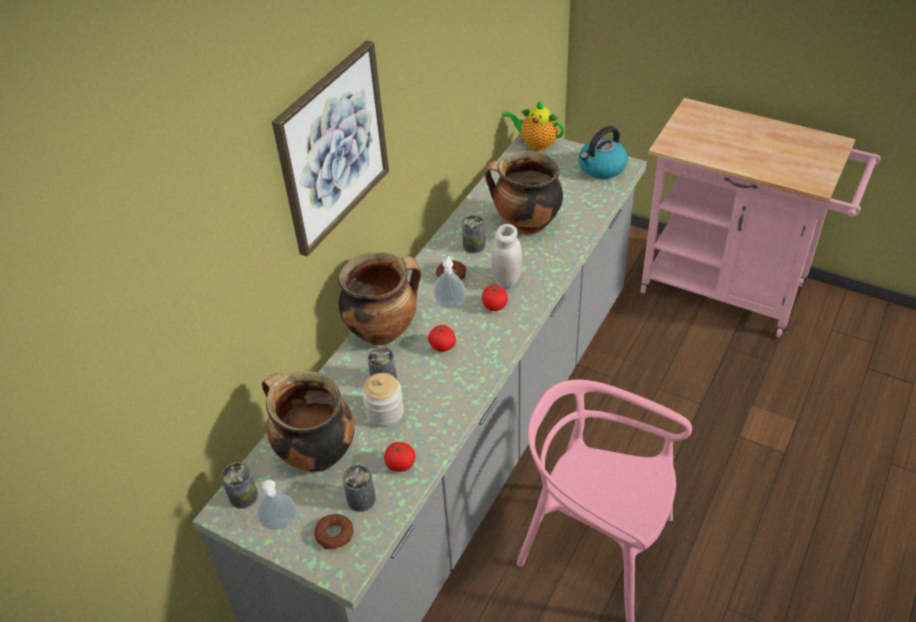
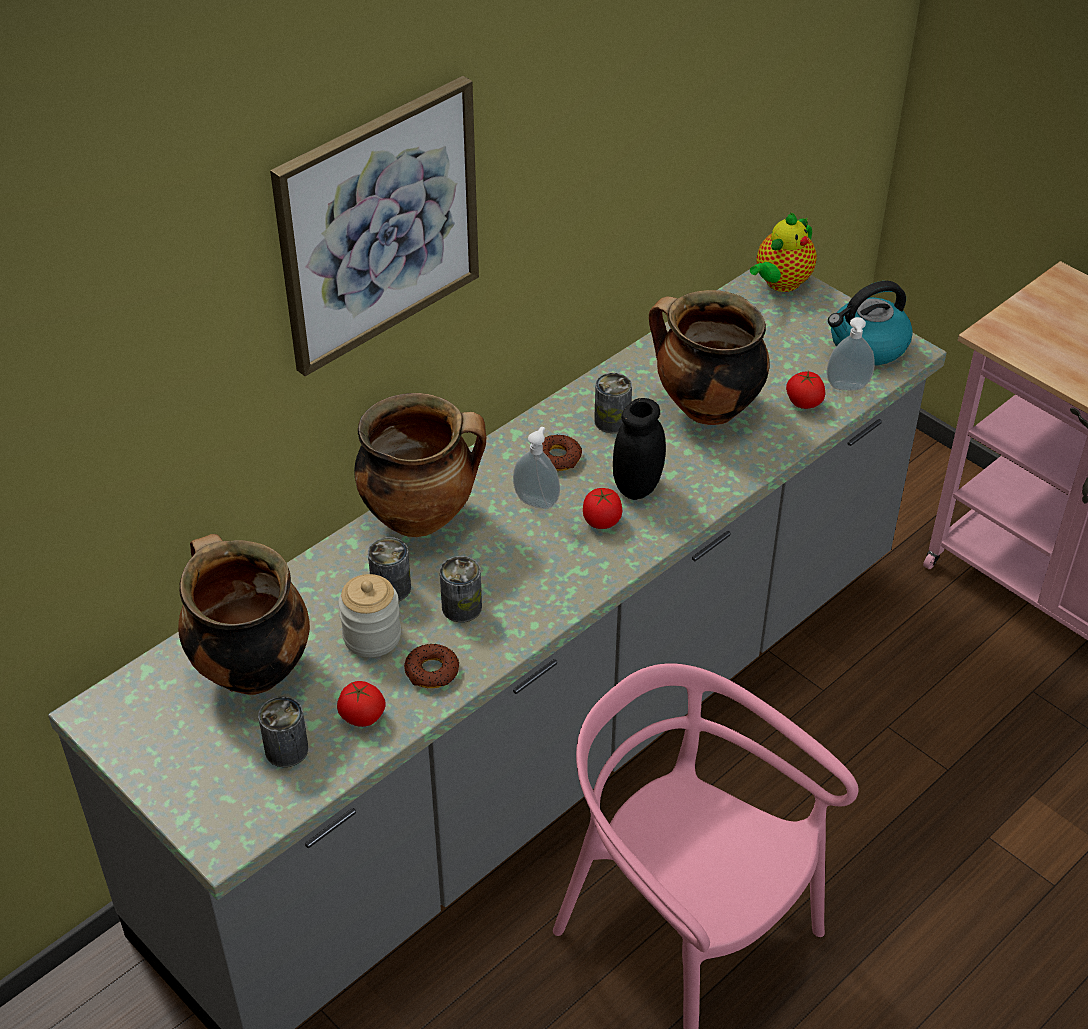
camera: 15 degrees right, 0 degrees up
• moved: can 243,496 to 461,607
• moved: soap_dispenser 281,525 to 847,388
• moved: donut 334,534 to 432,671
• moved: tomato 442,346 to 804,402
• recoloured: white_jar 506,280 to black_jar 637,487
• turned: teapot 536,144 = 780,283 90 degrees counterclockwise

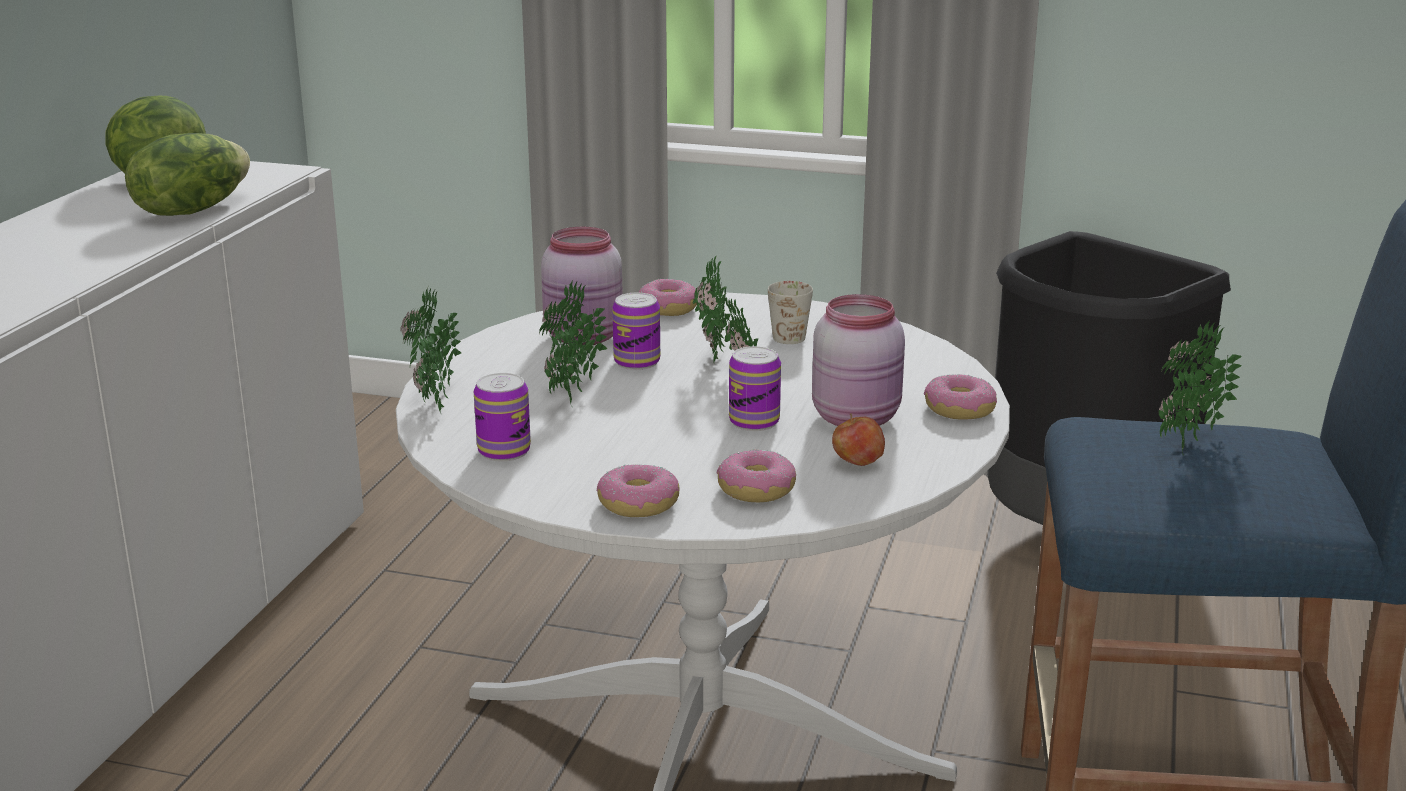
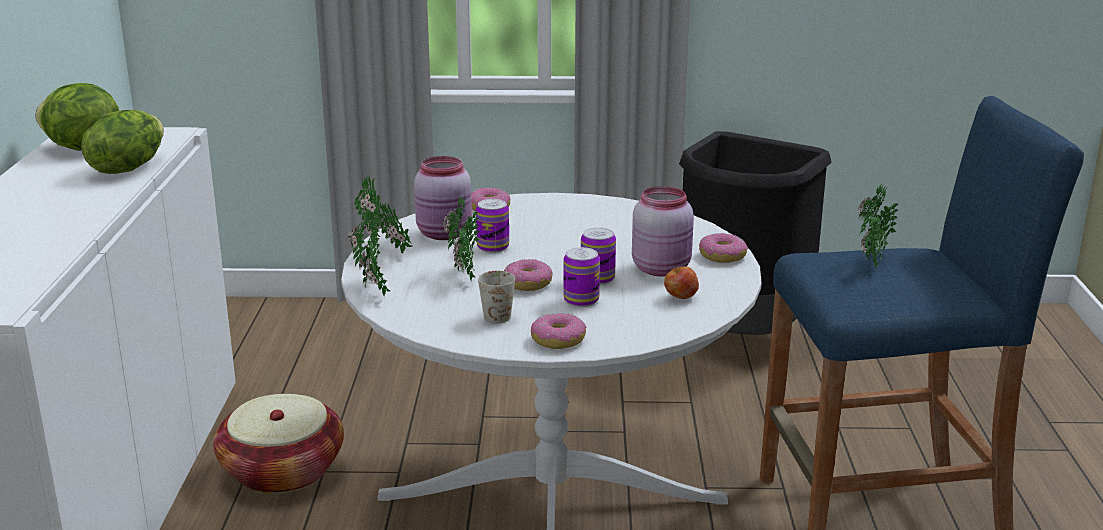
camera: 15 degrees left, 0 degrees up
• moved: can 504,451 to 581,300
• moved: potted_plant 726,369 to 384,252
• moved: donut 756,490 to 528,284
• moved: white_mug 792,334 to 498,314
• added: basket 282,471

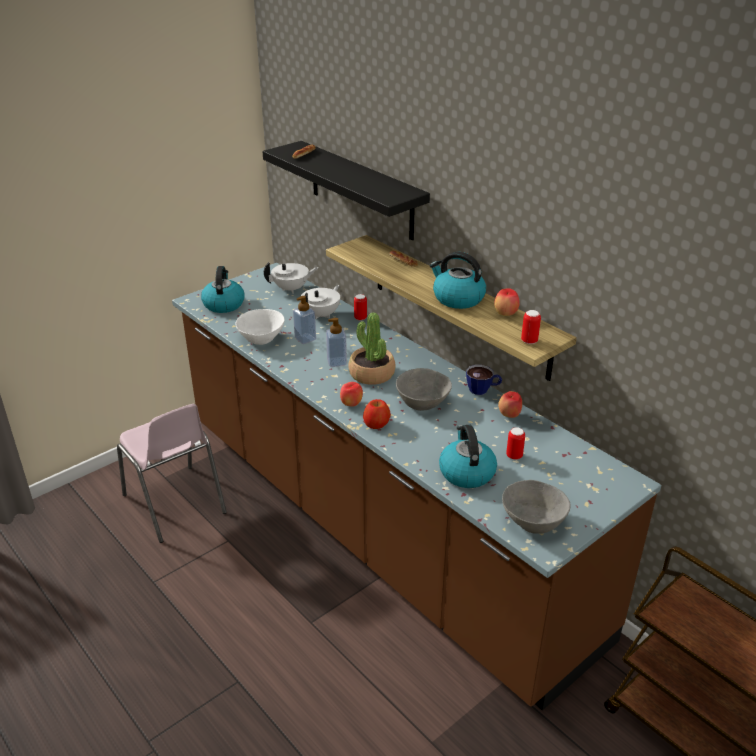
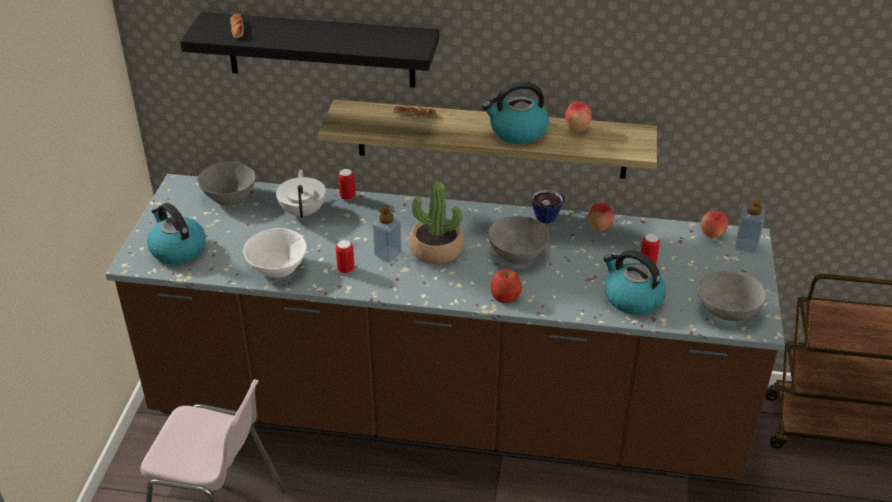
camera: 40 degrees left, 5 degrees up
• replaced: white_teapot 291,289 to grey_bowl 230,197
• moved: soap_dispenser 305,339 to 746,246
• moved: apple 351,404 to 711,235
• moved: can 529,341 to 346,269

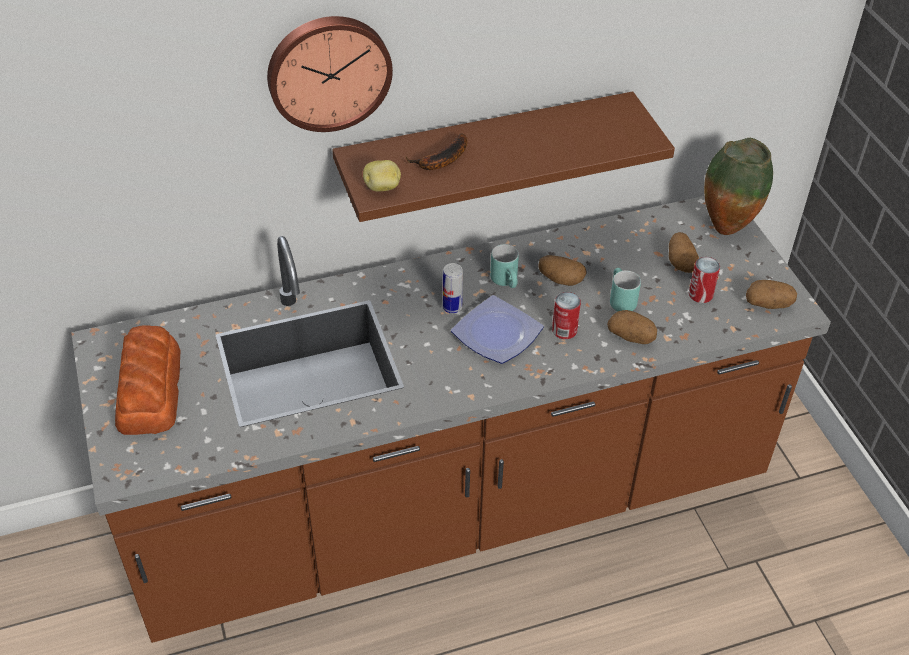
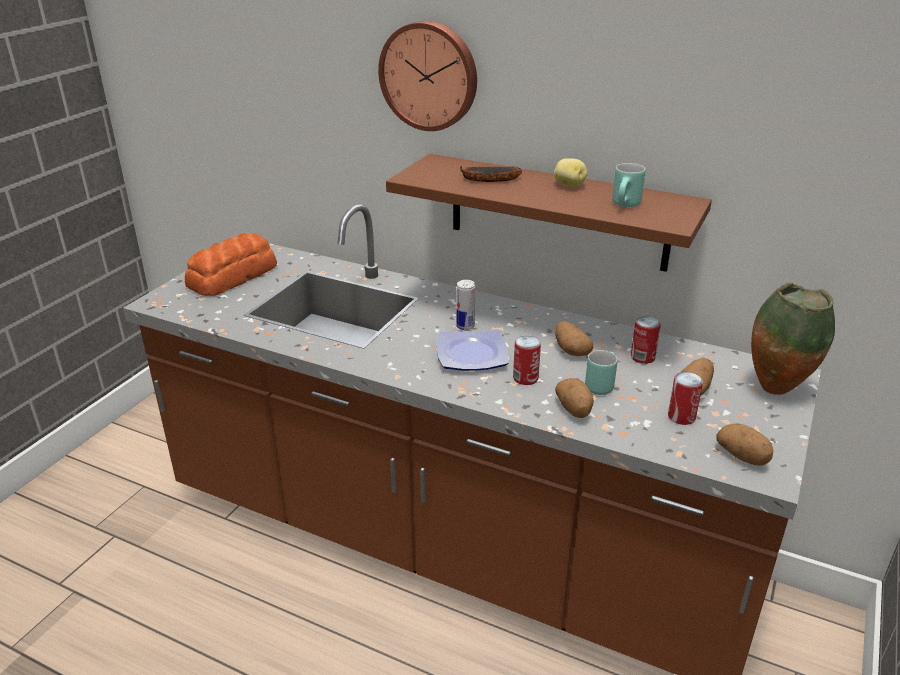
camera: 45 degrees right, 15 degrees down
• moved: potato 383,187 to 569,186
• moved: turquoise_mug 507,282 to 626,206
• added: can 642,357

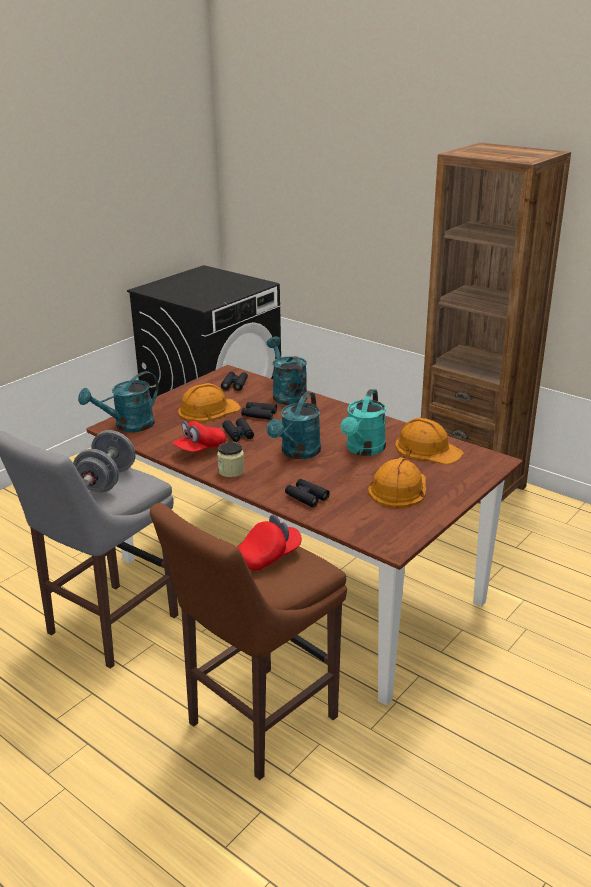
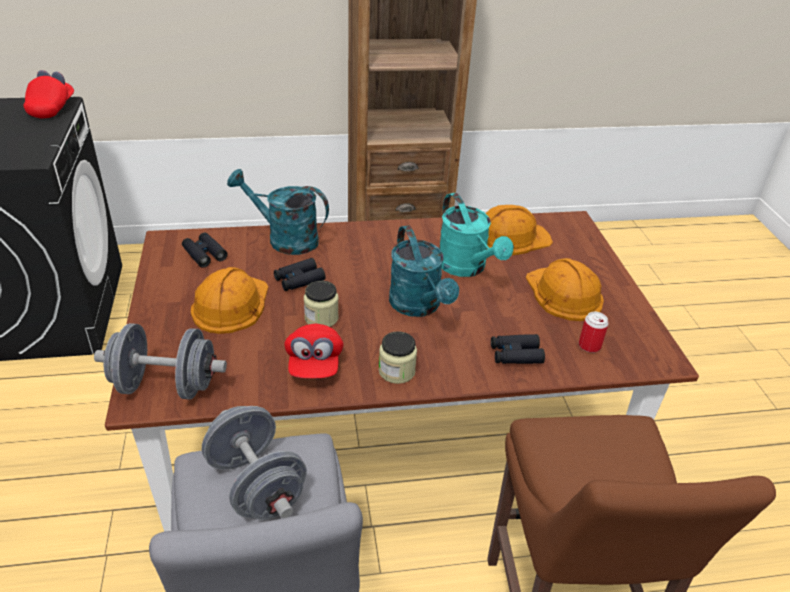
camera: 50 degrees left, 10 degrees up
• replaced: turquoise_watering_can 128,426 to grey_dumbbell 166,386
• replaced: black_binoculars 238,434 to jar 321,318
• moved: red_cap 269,556 to 52,108
• added: can 589,346

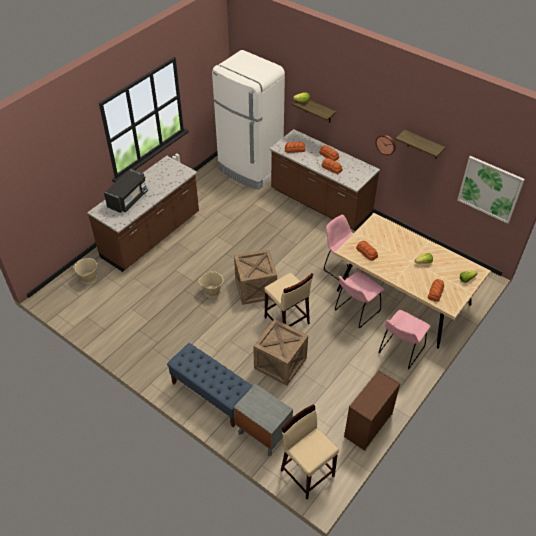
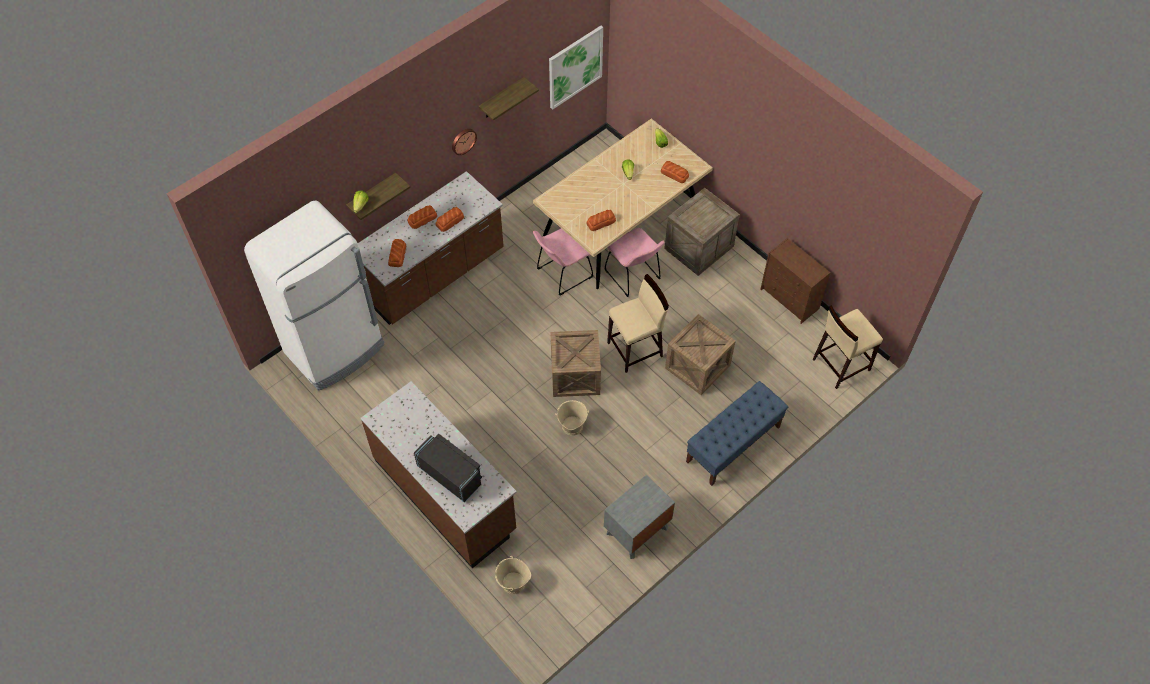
camera: 80 degrees left, 10 degrees up
• moved: grey_nightstand 263,433 to 637,531
• replaced: pink_chair 400,352 to crate 698,248

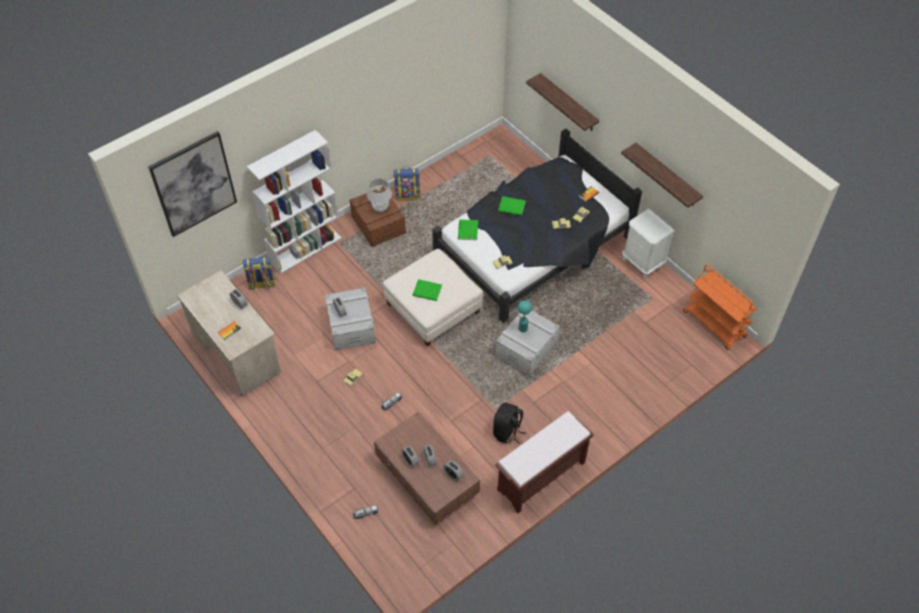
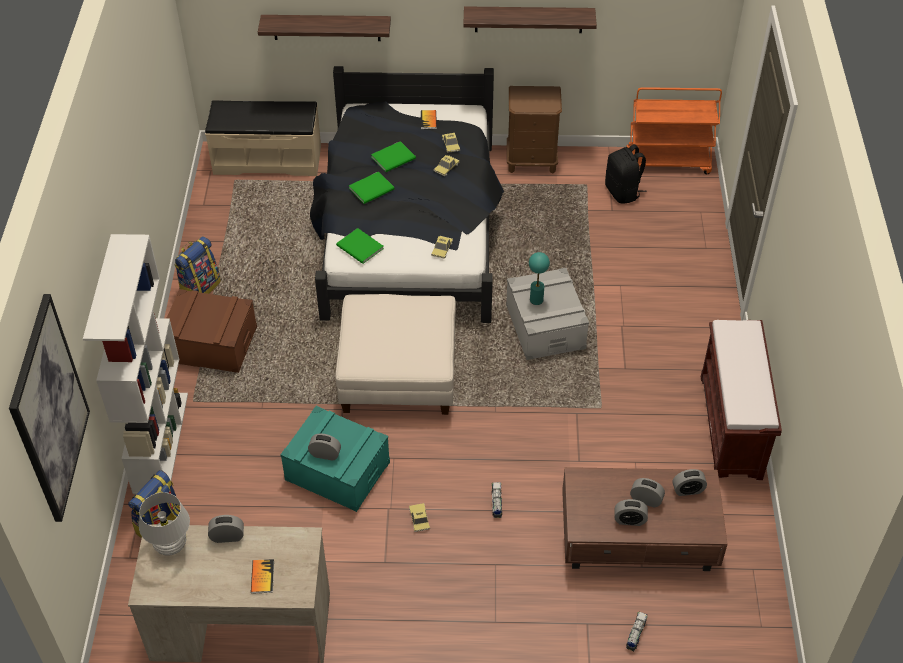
camera: 50 degrees left, 5 degrees down
• recoloured: grey_storage_box 351,326 to turquoise_storage_box 337,471
• moved: white_table_lamp 380,208 to 171,546
• moved: green_book 428,291 to 395,158
• moved: black_backpack 507,432 to 623,192
• recoloured: white_nightstand 642,262 to brown_nightstand 531,161
• added: beige_bench 267,159

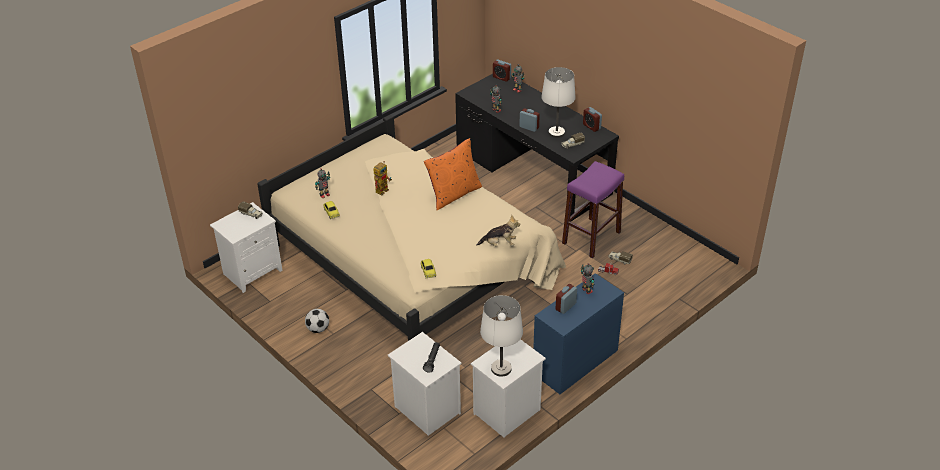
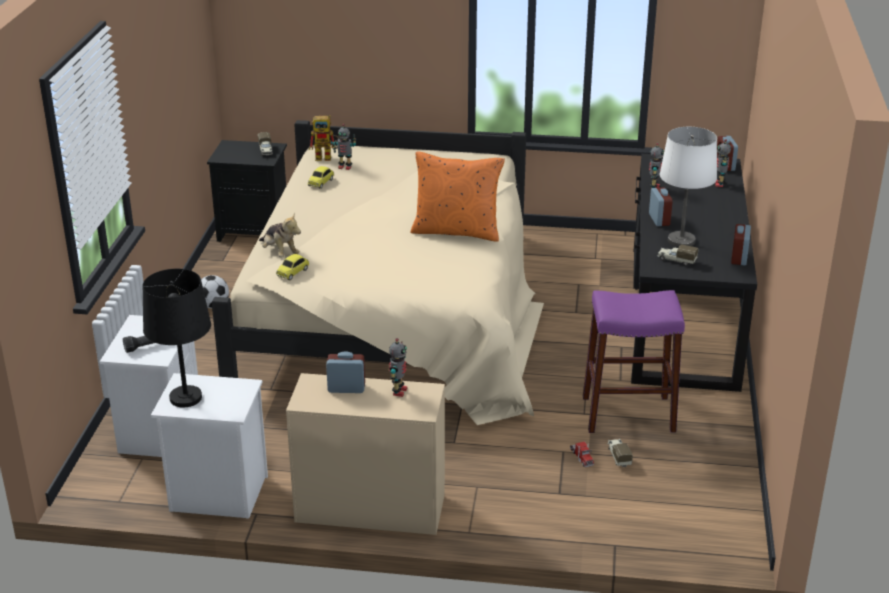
camera: 50 degrees right, 10 degrees down
• recoloured: white_nightstand 252,271 to black_nightstand 255,231
• moved: toy_robot 383,189 to 327,157
• moved: plush_toy 499,244 to 279,252
• recoloured: white_table_lamp 501,369 to black_table_lamp 185,398
• recoloured: blue_dresser 574,361 to beige_dresser 369,507

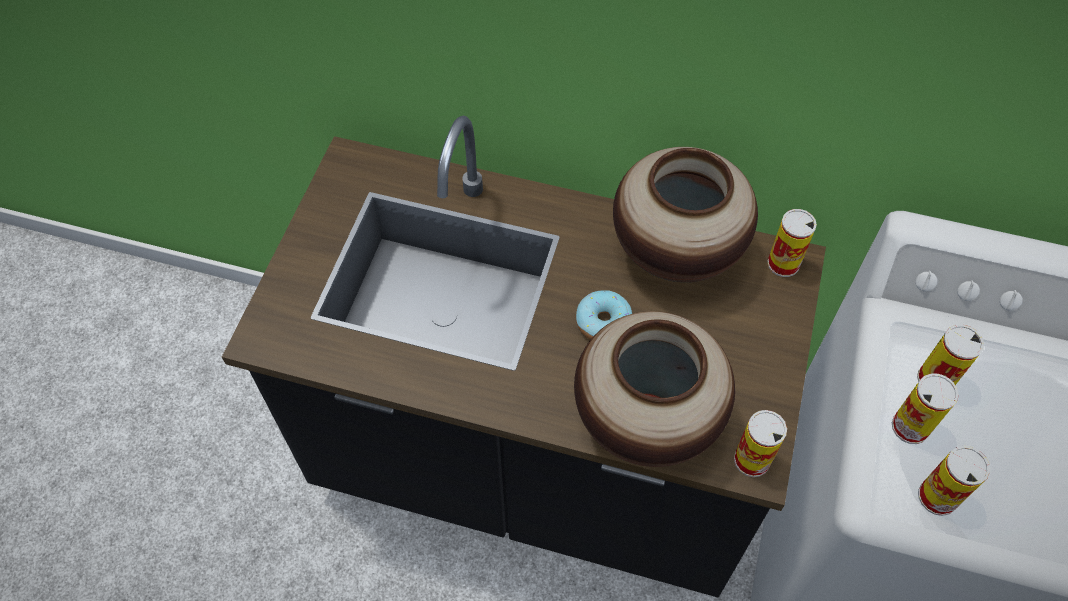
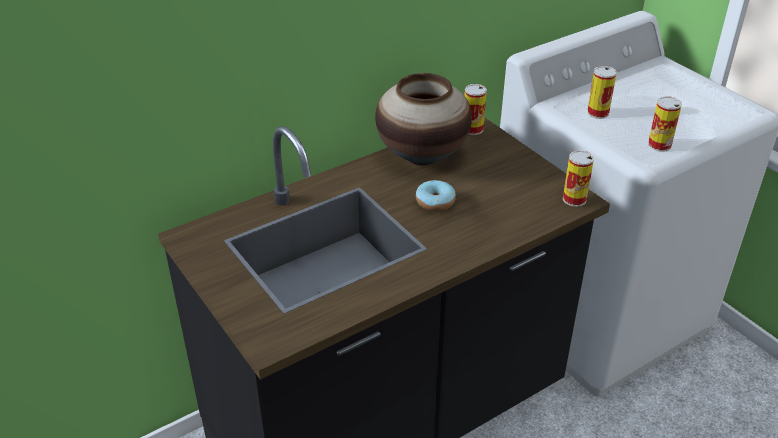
camera: 50 degrees left, 20 degrees down
• removed: vase 647,419
• removed: can 910,427

